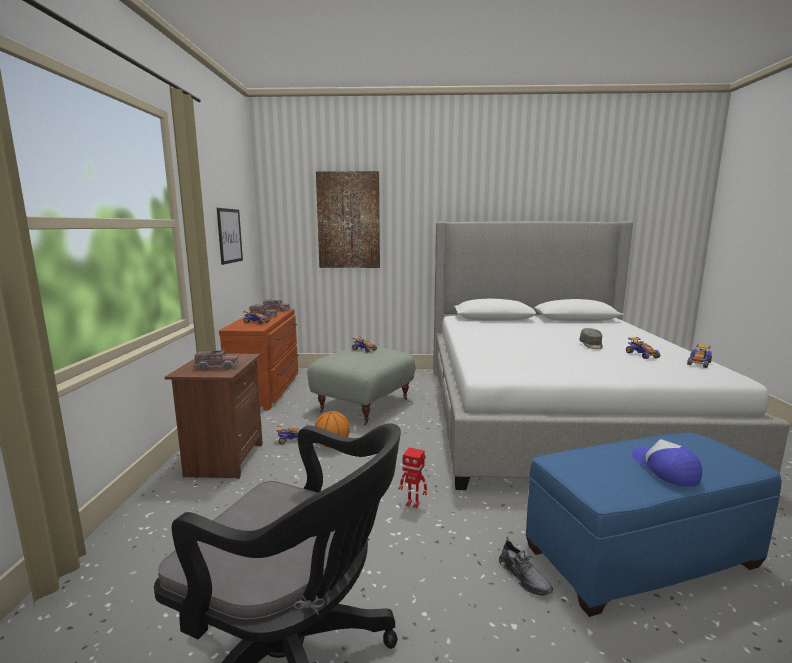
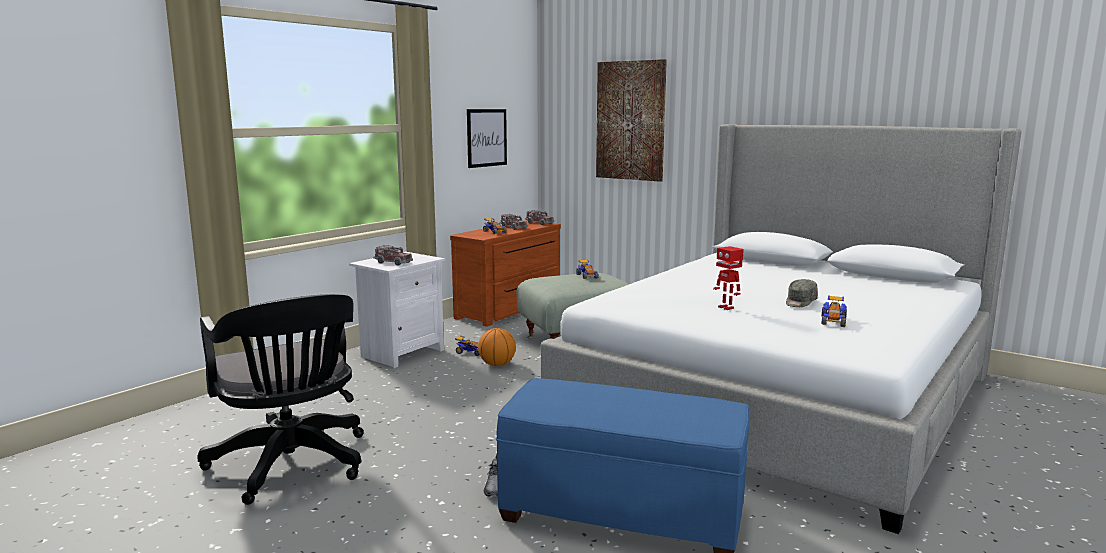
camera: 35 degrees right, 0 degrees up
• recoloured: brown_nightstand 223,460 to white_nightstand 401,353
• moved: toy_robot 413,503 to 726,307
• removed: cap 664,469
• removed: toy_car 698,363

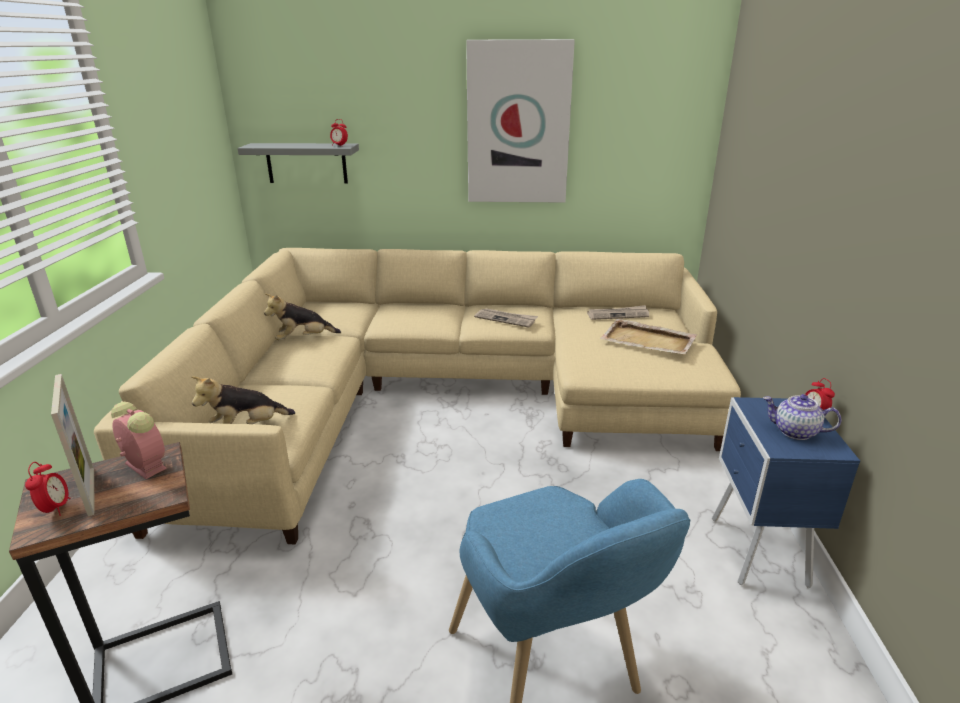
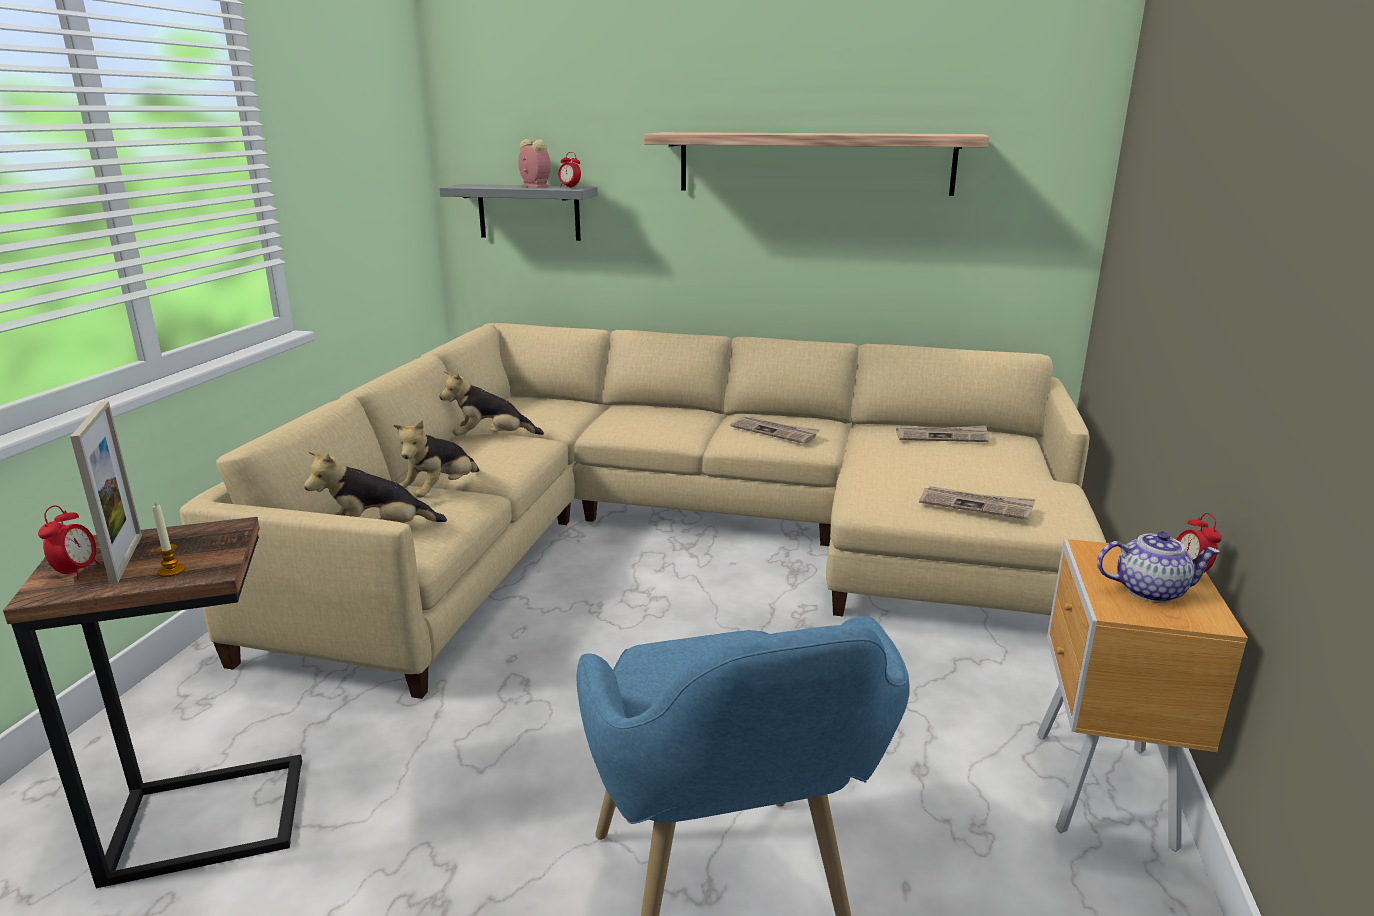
camera: 10 degrees right, 5 degrees down
• moved: alarm_clock 144,465 to 534,186
• replaced: picture 518,124 to shelf 814,163
• removed: beige_tray 649,340
• recoloured: blue_nightstand 757,553 to brown_nightstand 1100,792
• turned: teapot 794,432 = 1150,591 150 degrees clockwise
• added: candle 171,571
• added: plush_toy 440,491
• added: newspaper 976,505

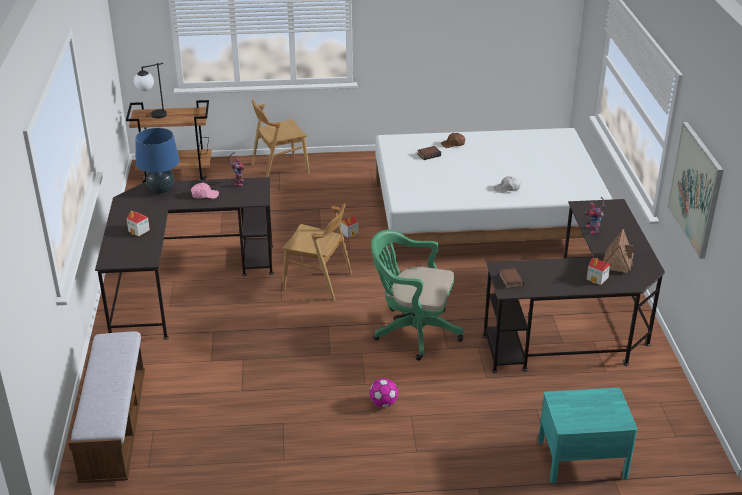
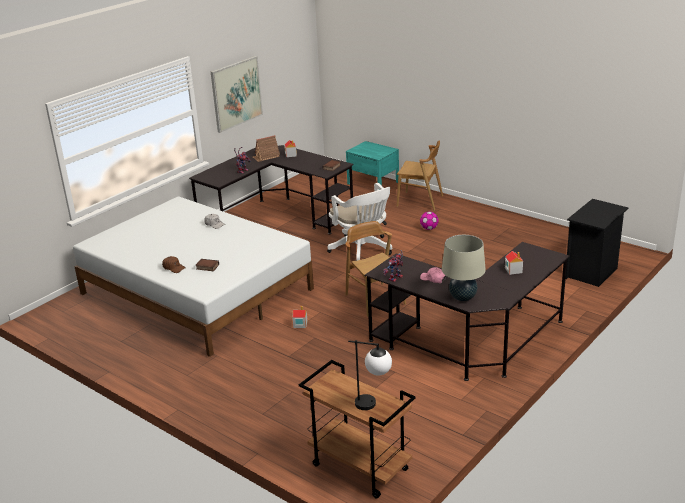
camera: 135 degrees left, 5 degrees down
• replaced: bench 114,427 to black_nightstand 592,273
• recoloured: blue_table_lamp 161,190 to beige_table_lamp 463,297
• moved: brown_chair 280,169 to 420,201
• recoloured: green_office_chair 412,331 to white_office_chair 362,250

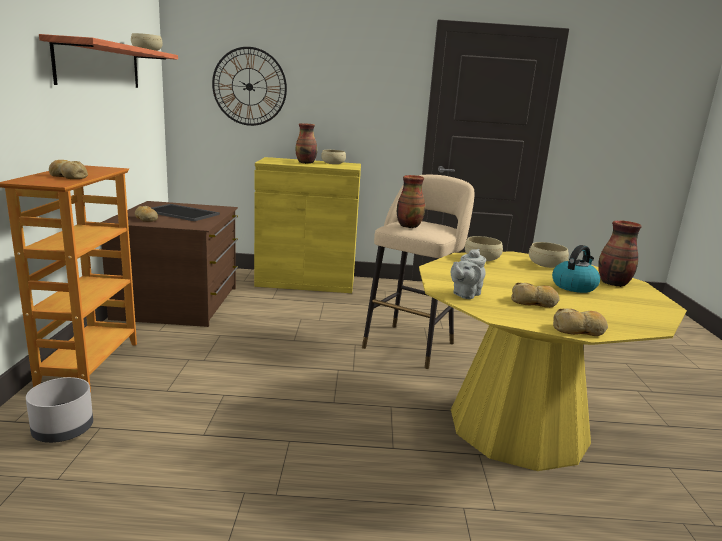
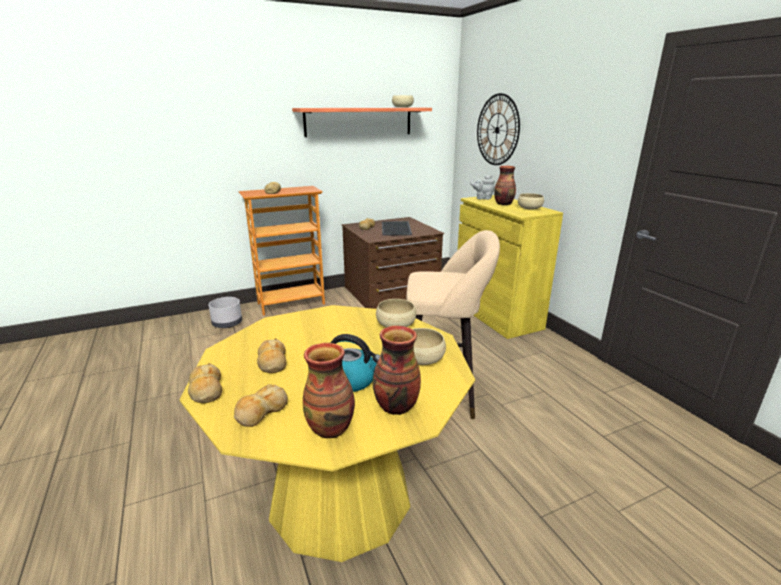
camera: 65 degrees right, 5 degrees up
• moved: vase 408,226 to 331,427
• moved: grey_teapot 465,294 to 482,198
• added: bread 261,412

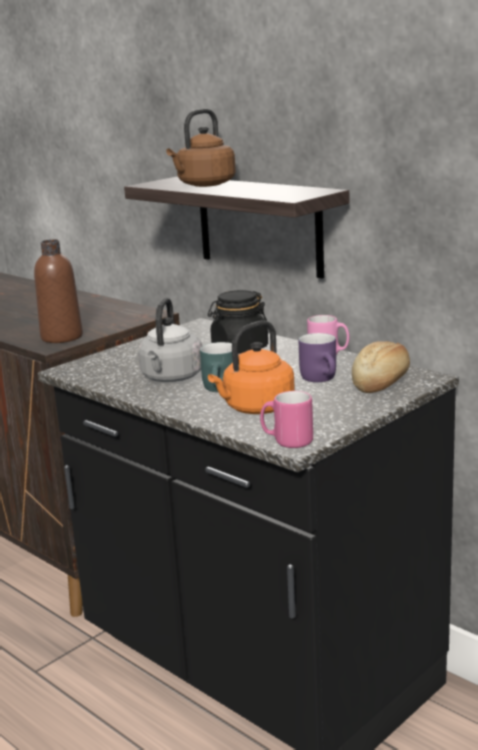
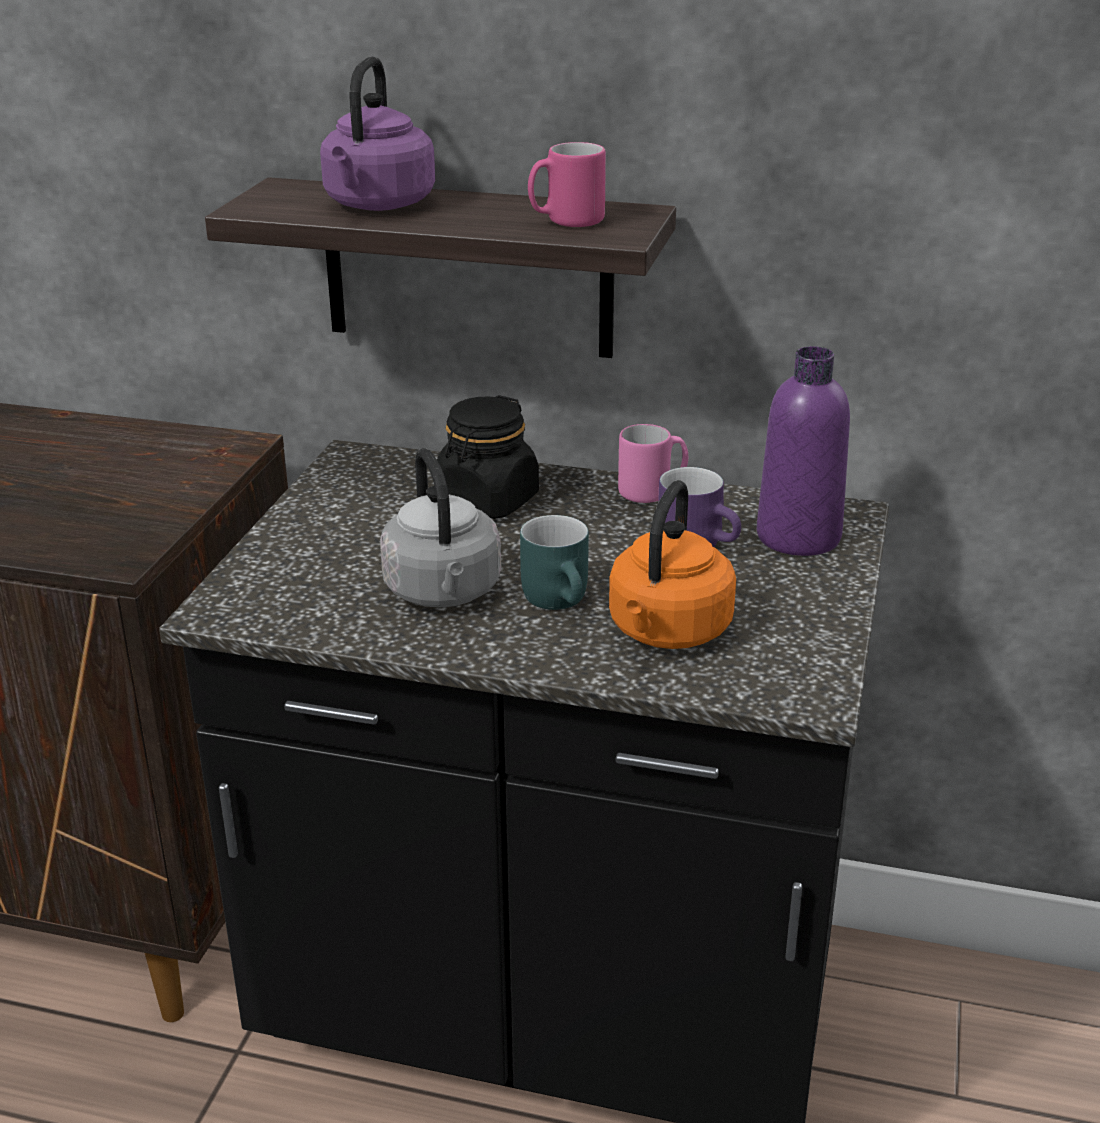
camera: 30 degrees left, 10 degrees up
• removed: brown_bottle 62,337
• recoloured: brown_kettle 204,185 to purple_kettle 377,205
• moved: pink_mug 287,442 to 566,222
• replaced: bread 382,383 to purple_bottle 798,537

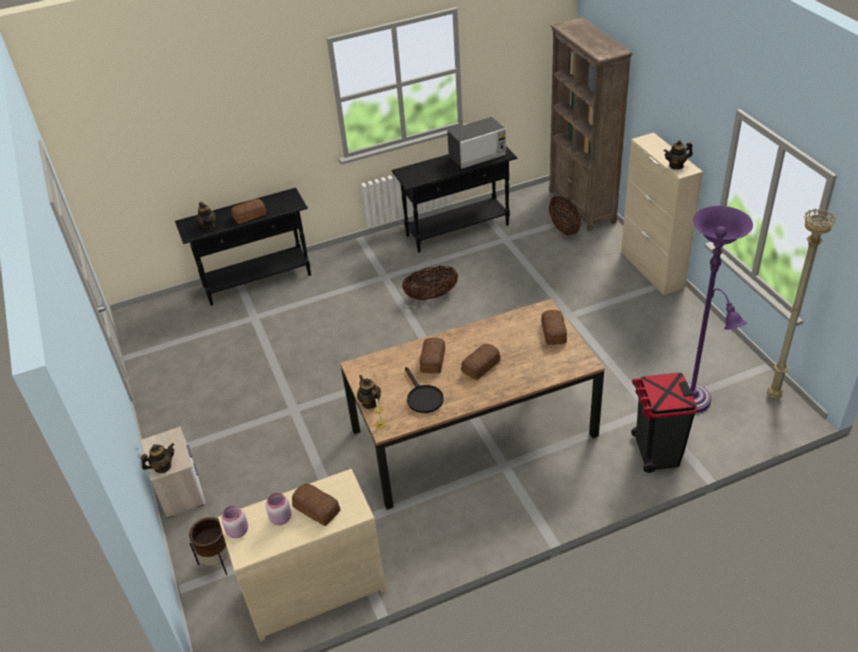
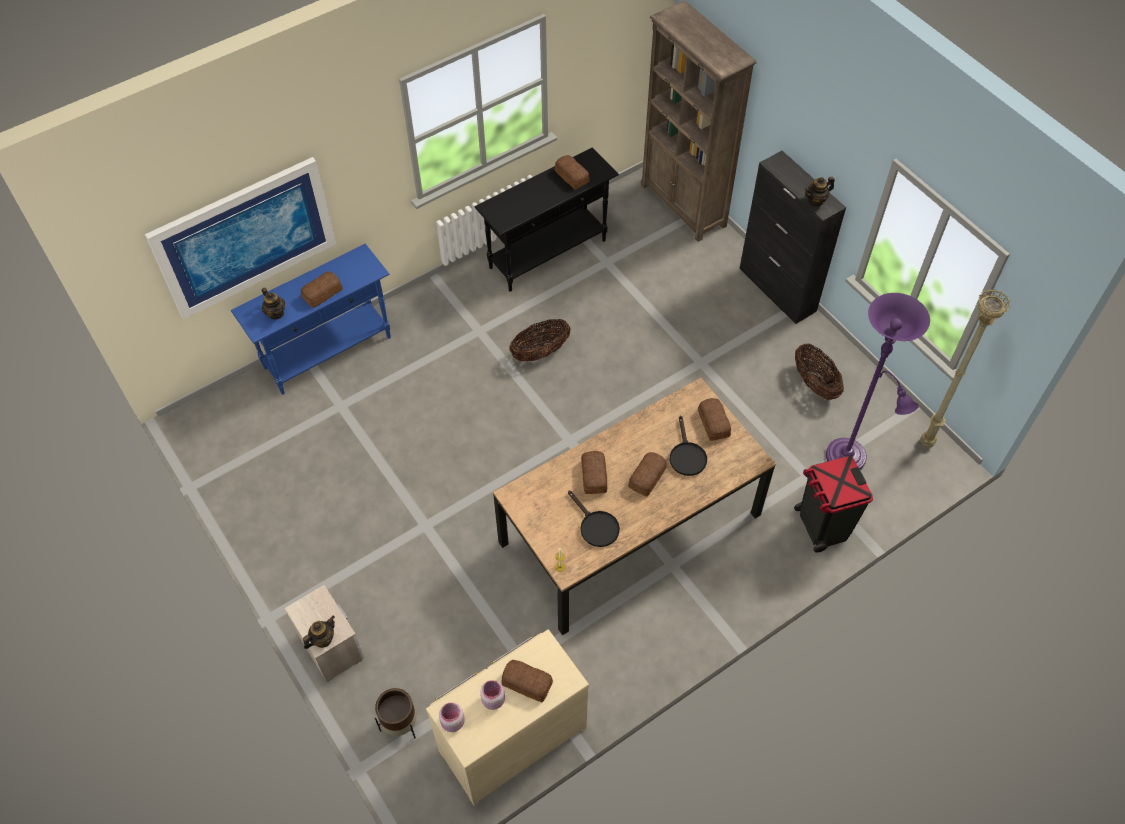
camera: 15 degrees left, 15 degrees up
• recoloured: black_console_table 258,281 to blue_console_table 328,352
• removed: teapot 370,403
• replaced: microwave 477,156 to bread 572,176
• moved: basket 564,228 to 815,384
• recoloured: beige_cabinet 652,270 to black_cabinet 777,290
• added: picture 245,237
• added: black_frying_pan 686,455

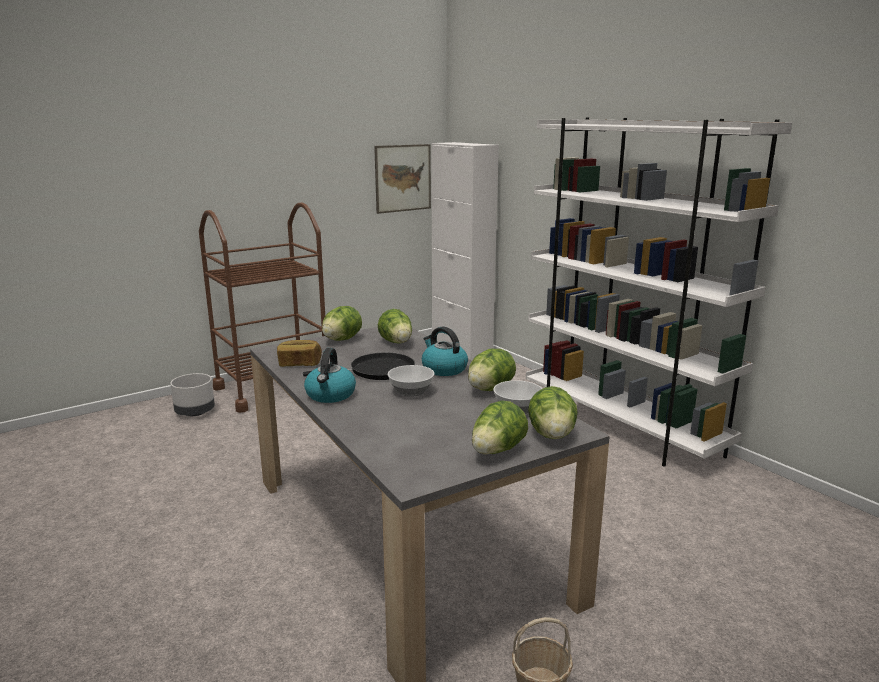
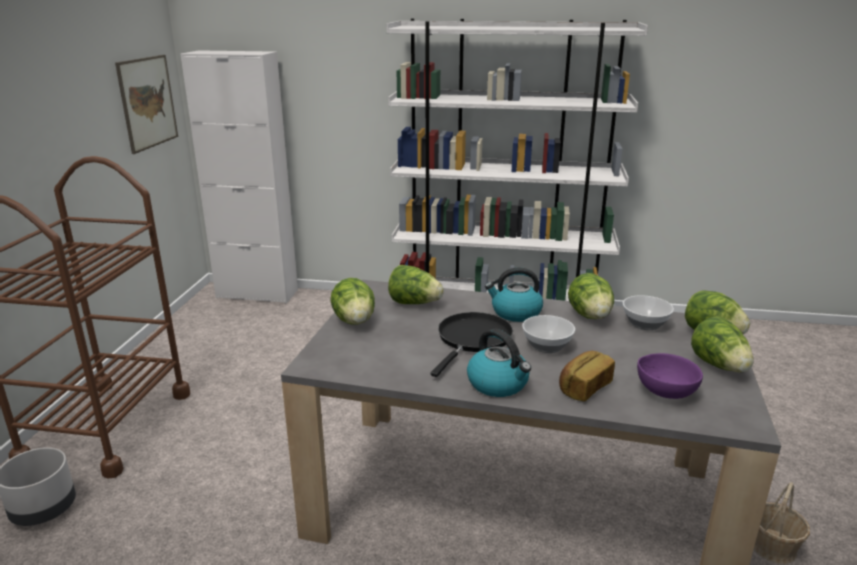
camera: 45 degrees left, 5 degrees up
• moved: bread 299,364 to 583,388
• added: purple_bowl 664,391

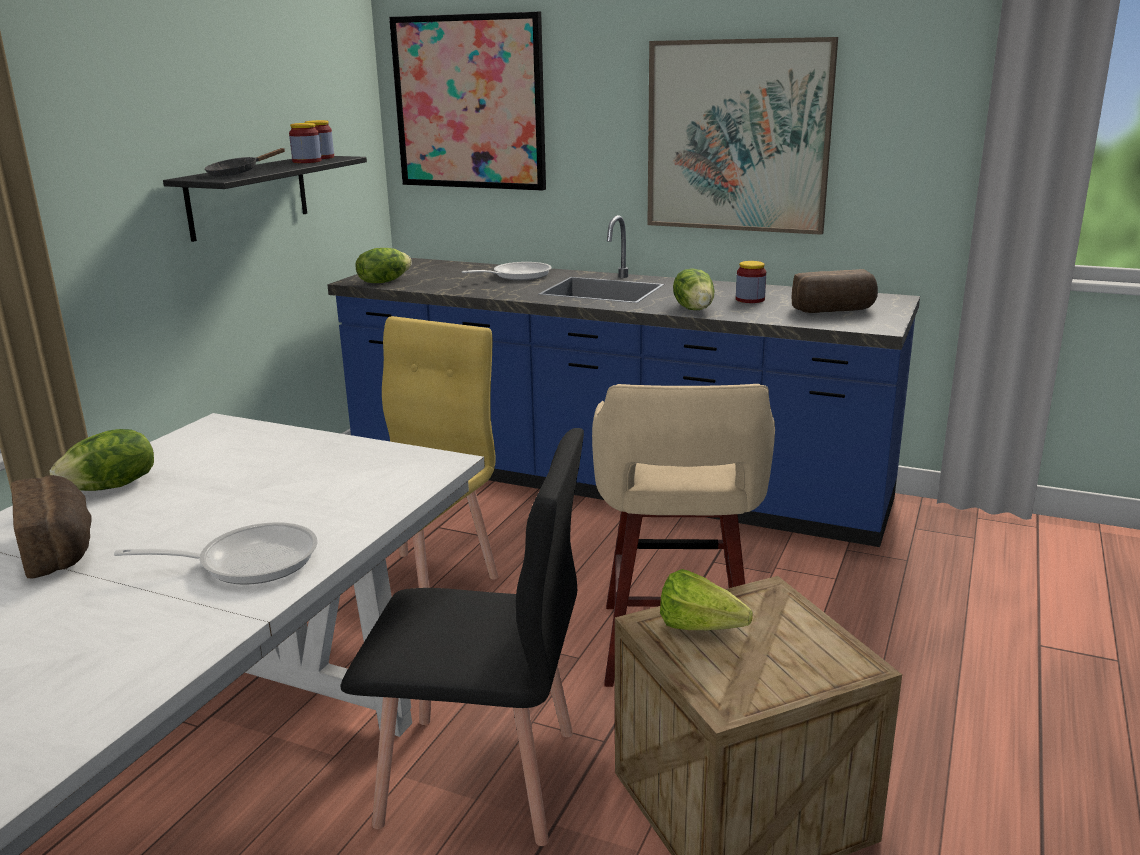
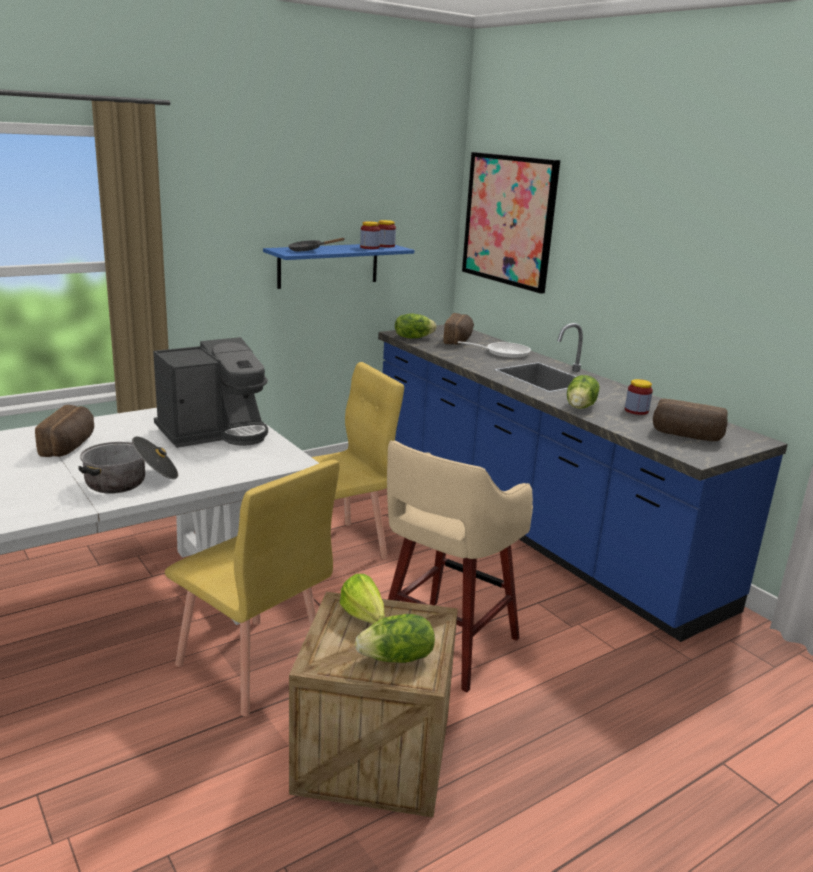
camera: 30 degrees right, 0 degrees up
• moved: lettuce 112,487 to 397,658
• replaced: frying_pan 248,561 to cooking_pot 130,481
• recoloured: black_shelf 248,196 to blue_shelf 328,265
• recoloured: black_chair 480,778 to yellow_chair 251,665
• removed: picture 737,136
• added: coffee_machine 215,432
• added: bread 459,340

